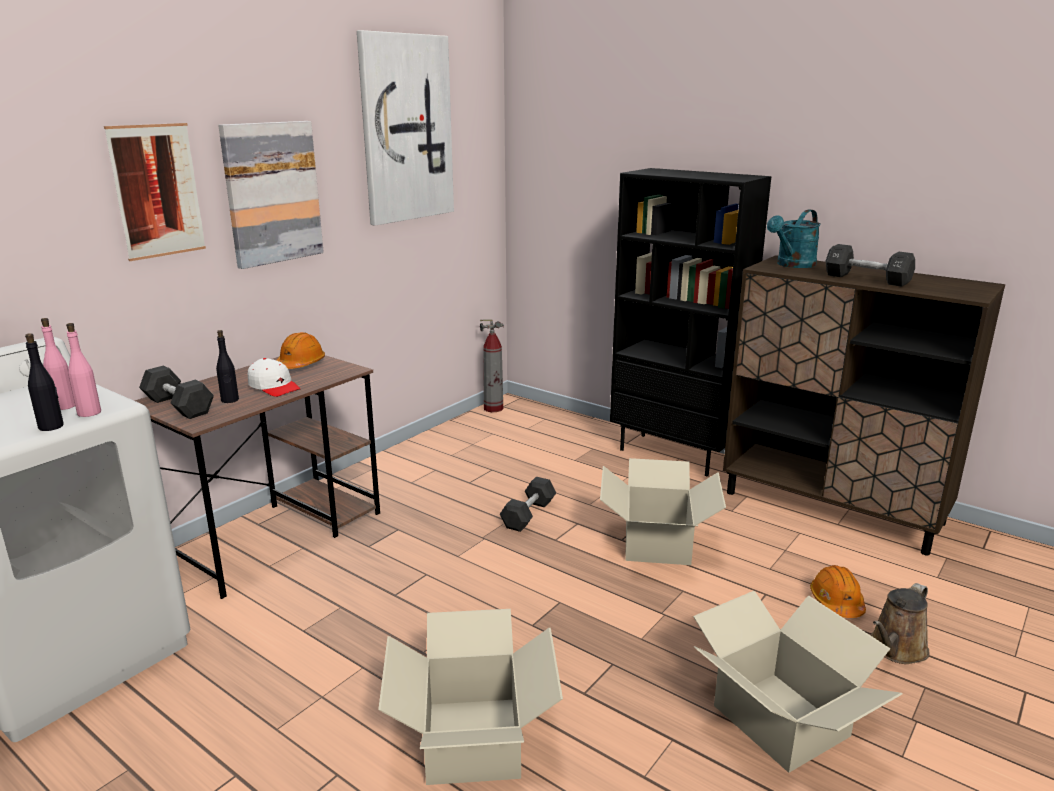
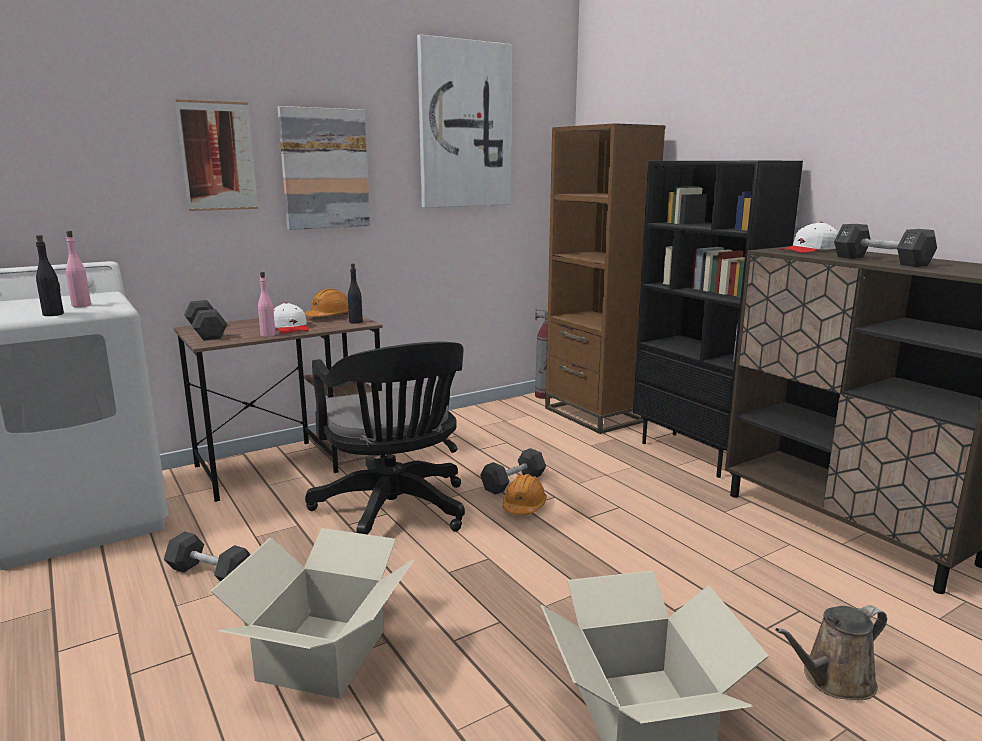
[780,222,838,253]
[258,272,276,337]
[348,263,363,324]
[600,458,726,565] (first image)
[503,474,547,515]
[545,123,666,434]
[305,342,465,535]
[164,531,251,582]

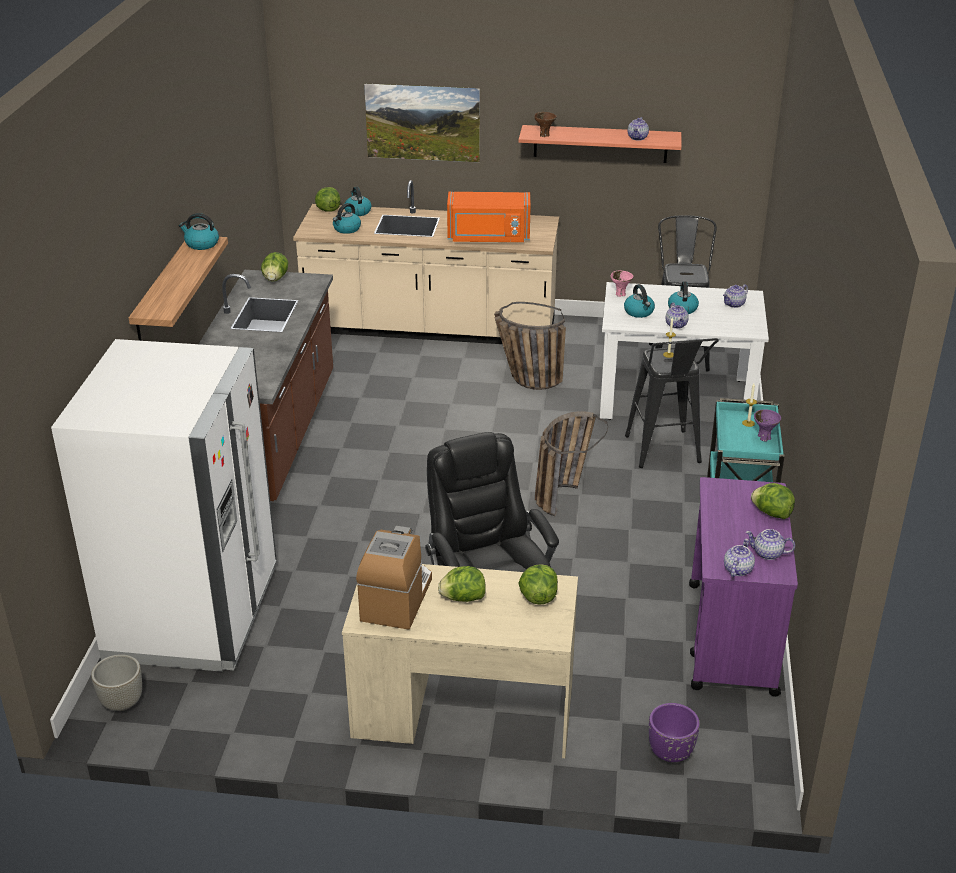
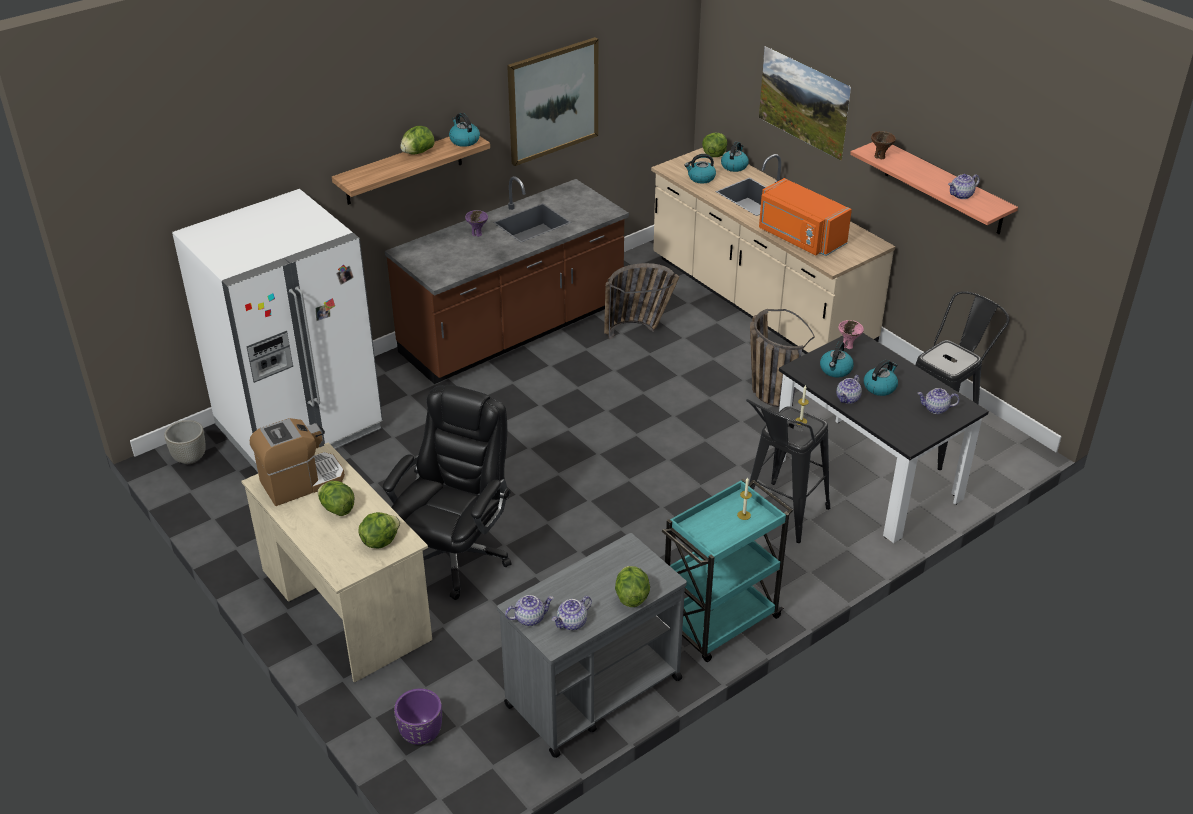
[400,126,435,155]
[779,333,989,543]
[465,210,488,237]
[604,263,679,339]
[497,533,687,758]
[552,596,592,630]
[507,37,598,166]

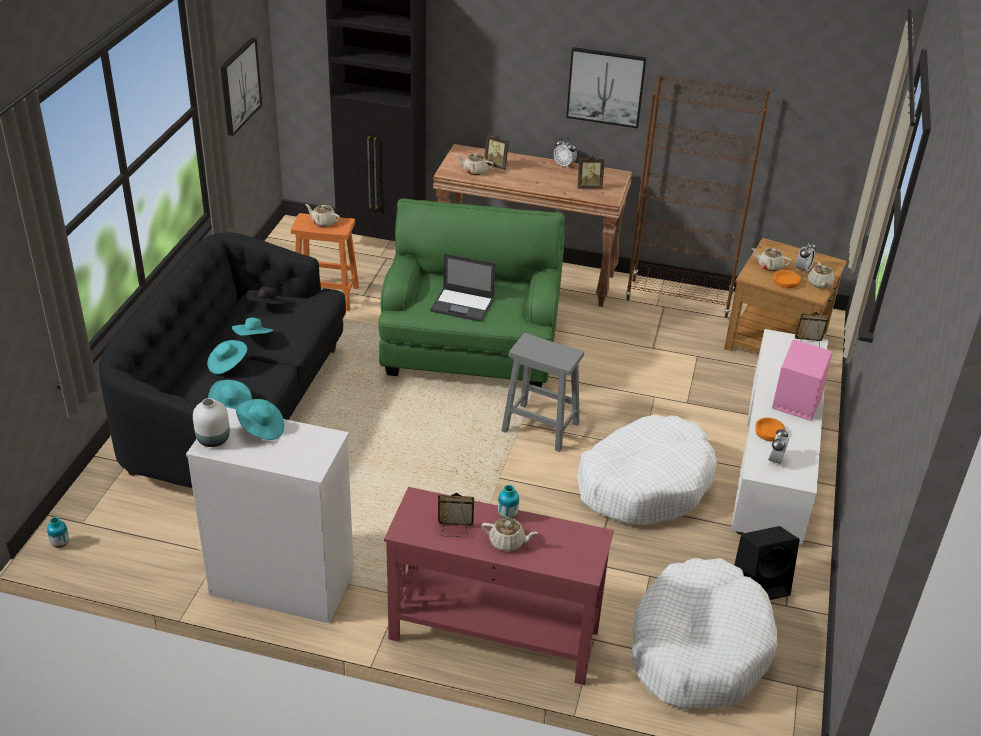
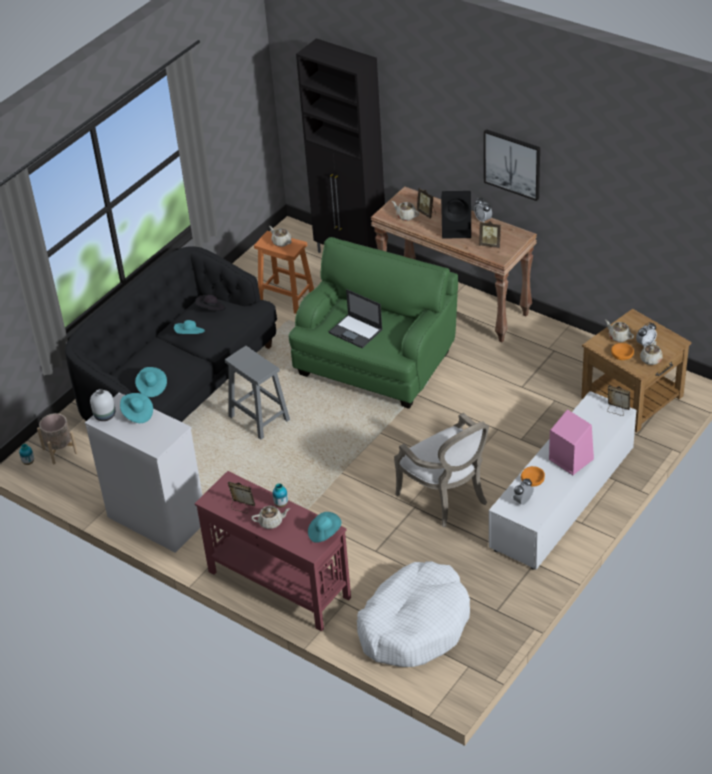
[221,38,262,136] (first image)
[625,74,771,318] (first image)
[225,346,290,440]
[308,512,342,543]
[394,413,489,527]
[251,506,290,529]
[441,191,471,238]
[37,413,78,464]

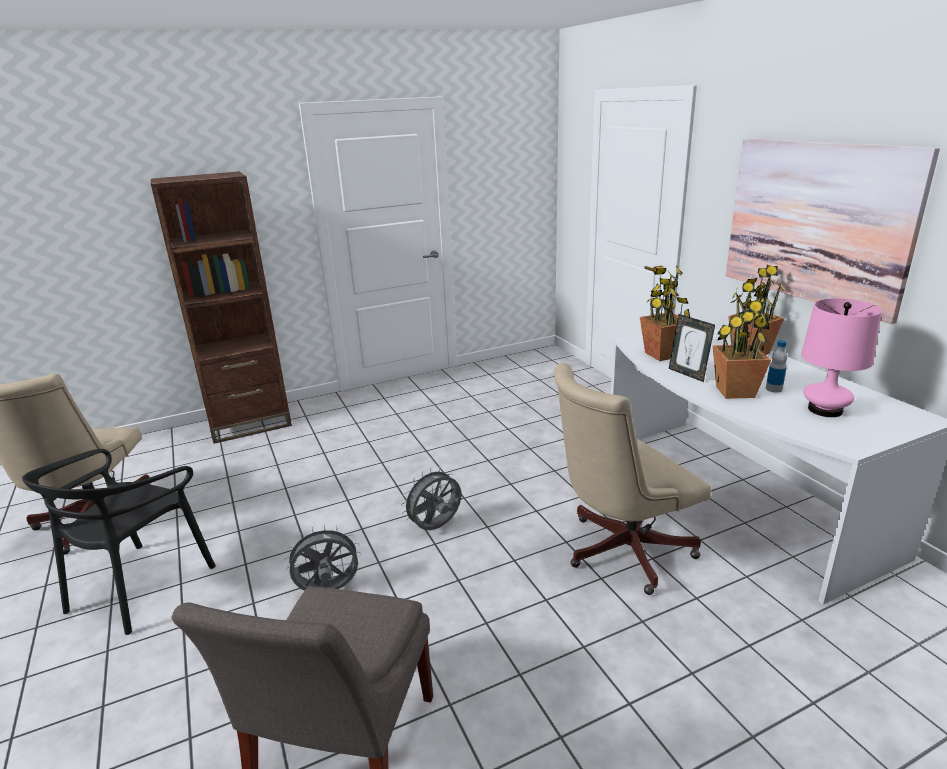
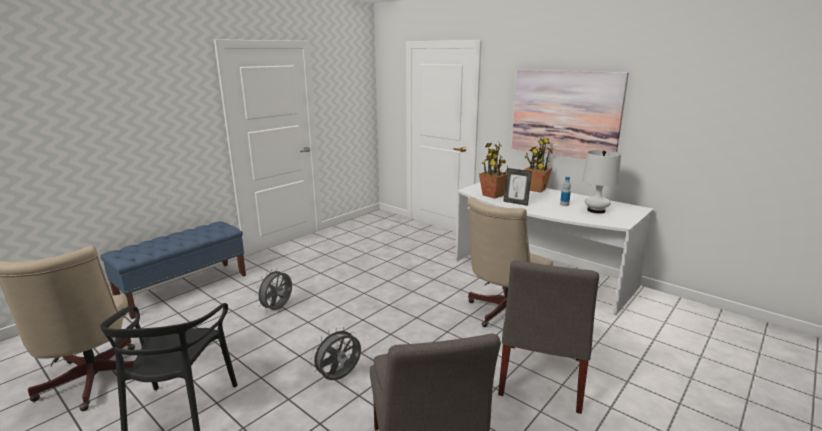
[100,221,246,319]
[713,295,771,399] (first image)
[582,150,621,214]
[255,268,292,311]
[498,260,599,414]

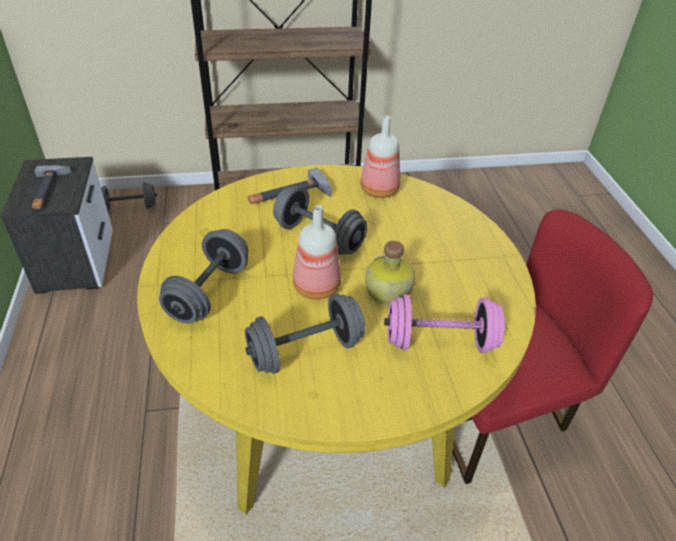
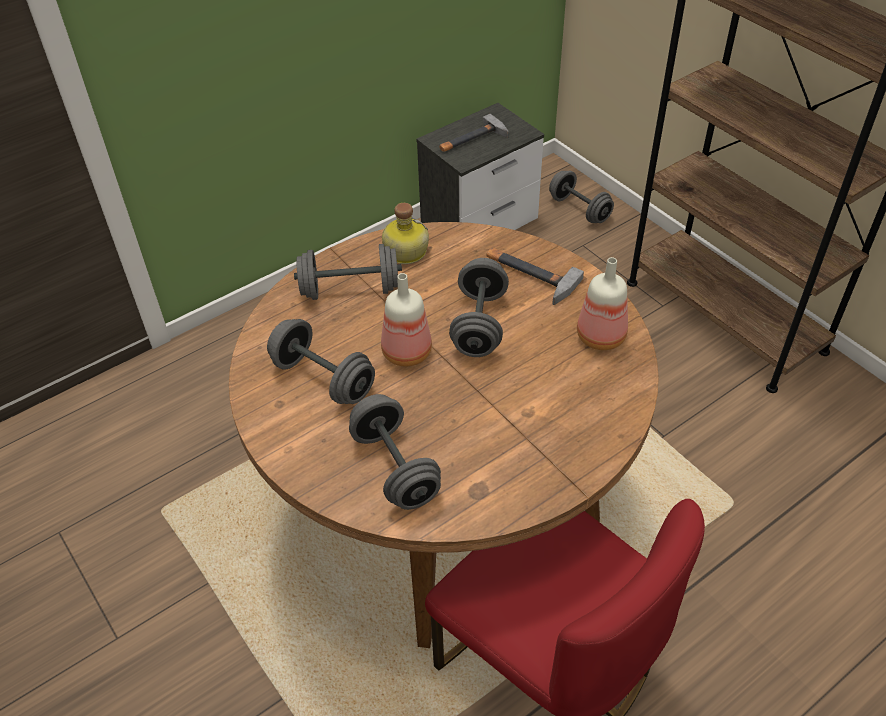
[229,222,659,648]
[382,203,429,264]
[349,394,441,510]

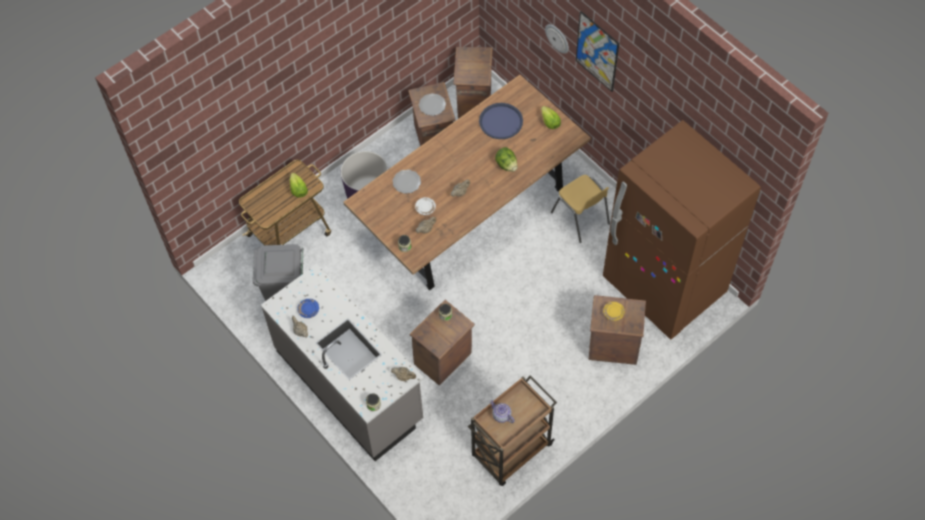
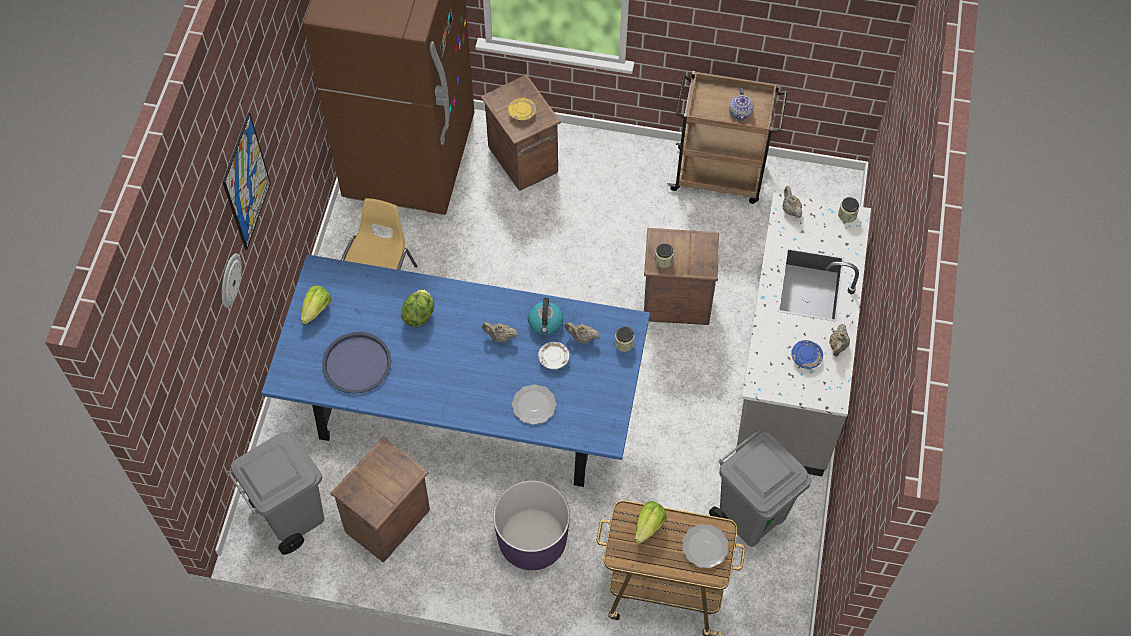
[227,432,324,555]
[261,254,650,487]
[682,524,728,568]
[528,298,564,335]

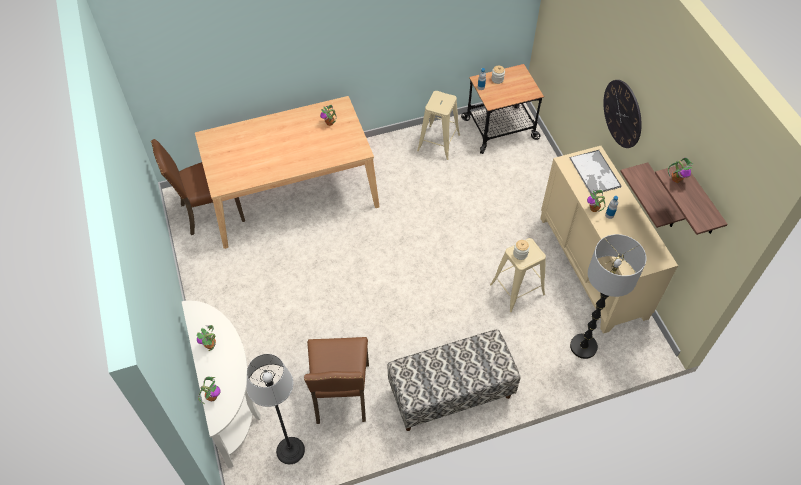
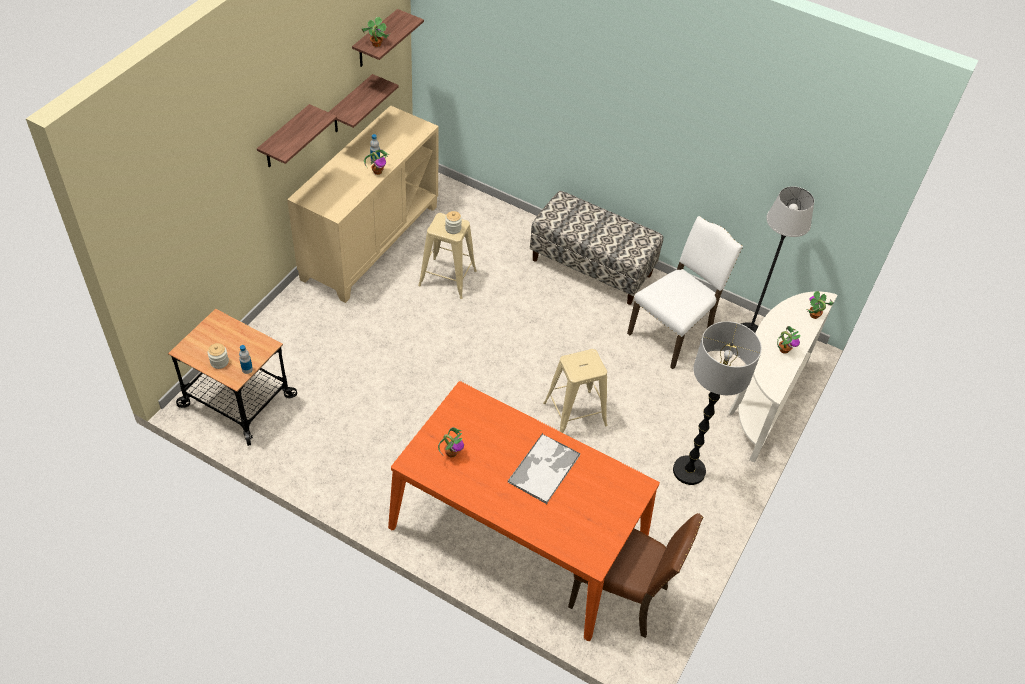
[257,104,337,167]
[543,349,607,433]
[388,381,660,641]
[507,433,581,504]
[673,321,762,485]
[627,216,743,369]

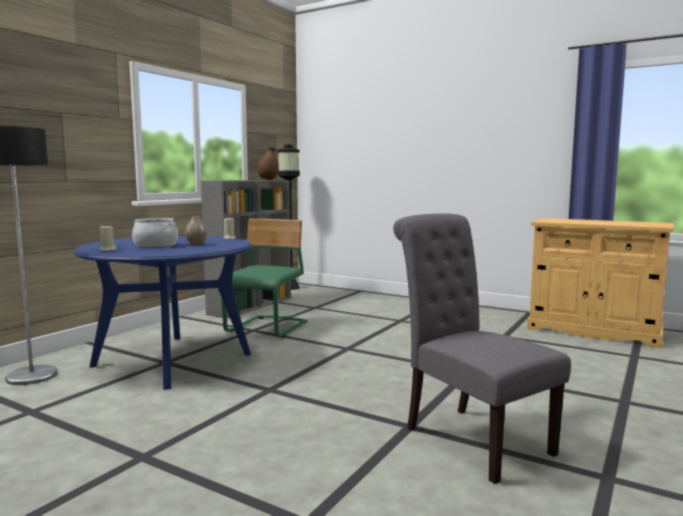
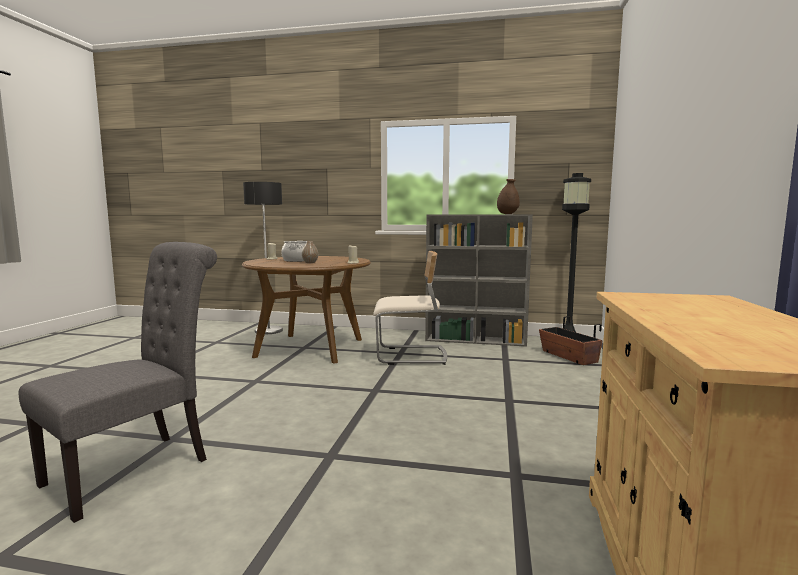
[373,251,447,365]
[242,256,371,364]
[539,316,603,365]

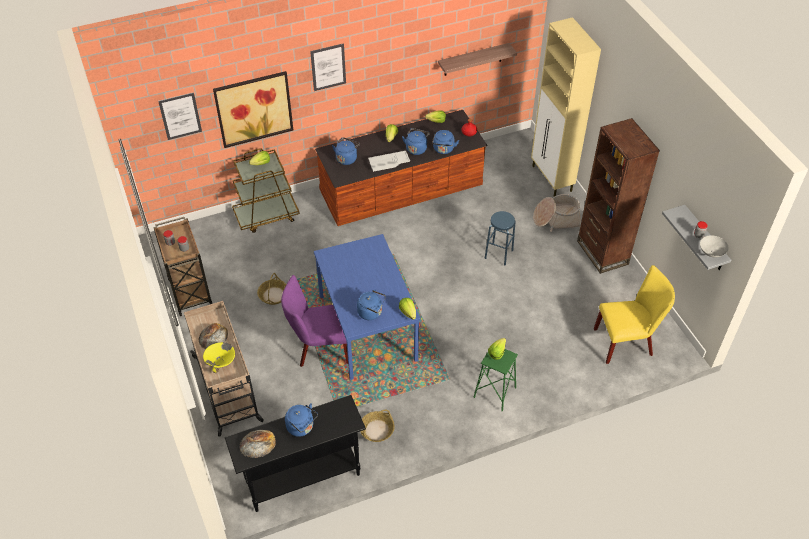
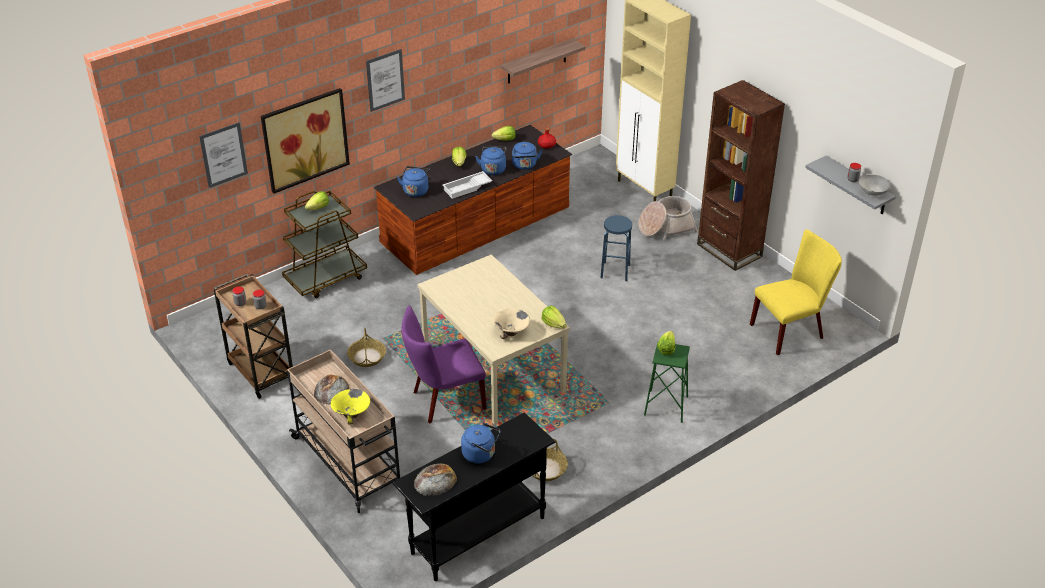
[417,254,570,425]
[493,309,530,339]

